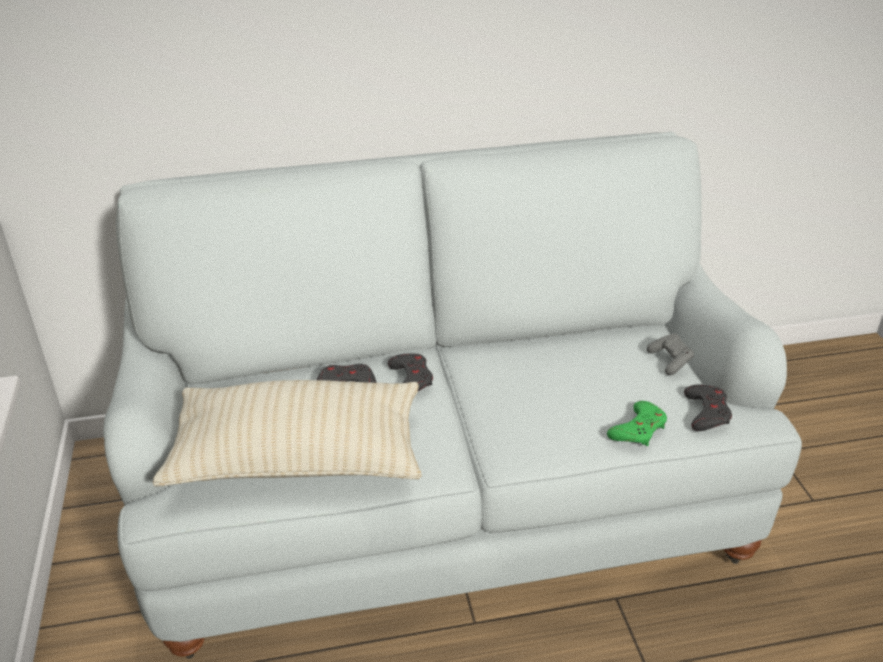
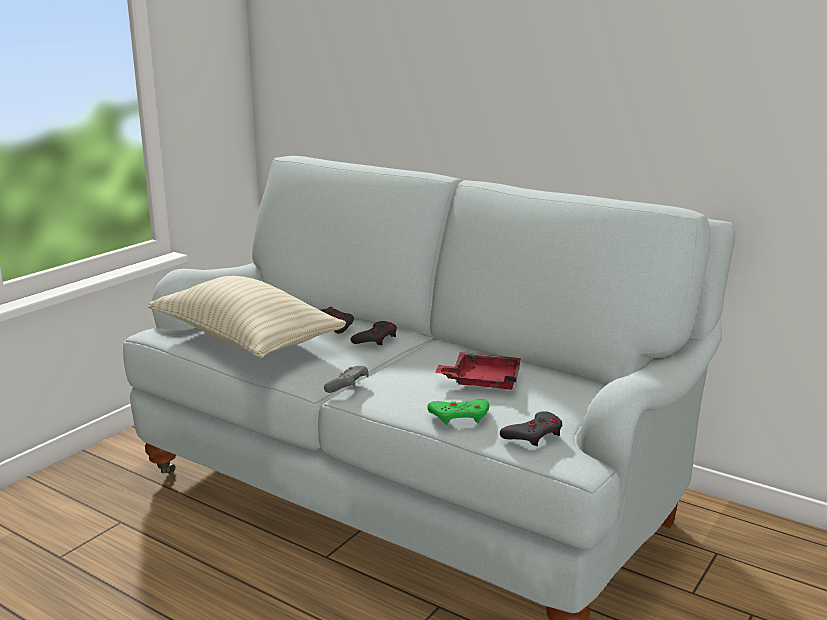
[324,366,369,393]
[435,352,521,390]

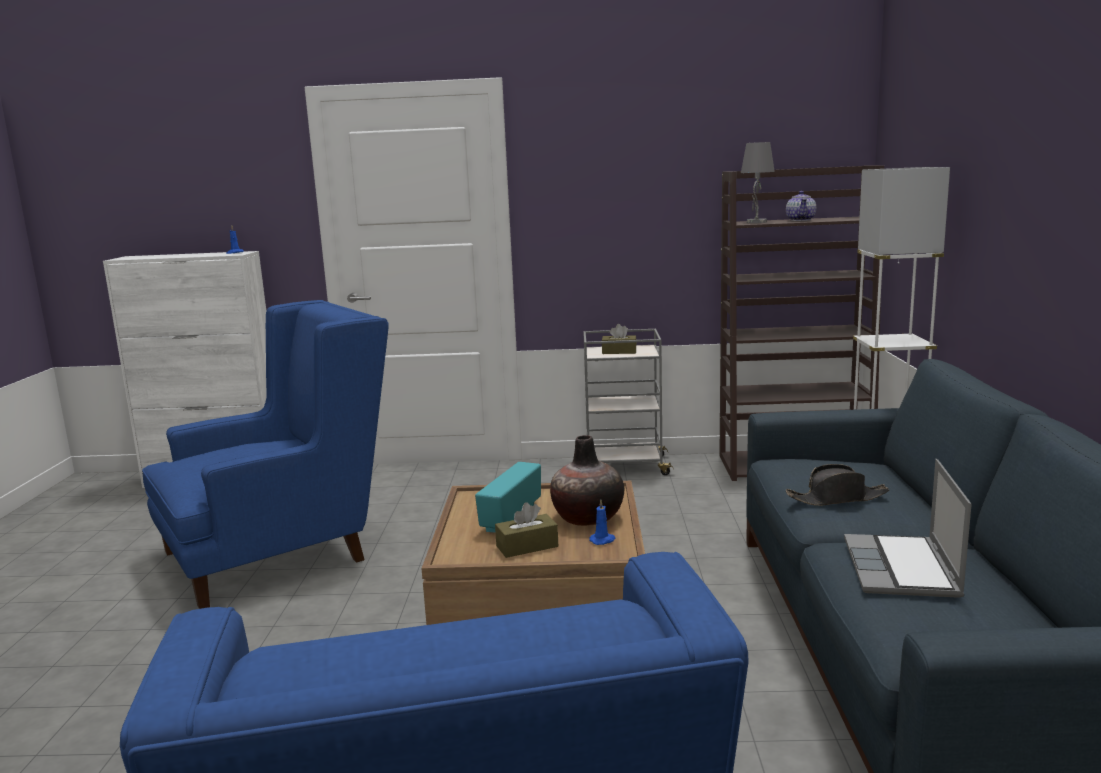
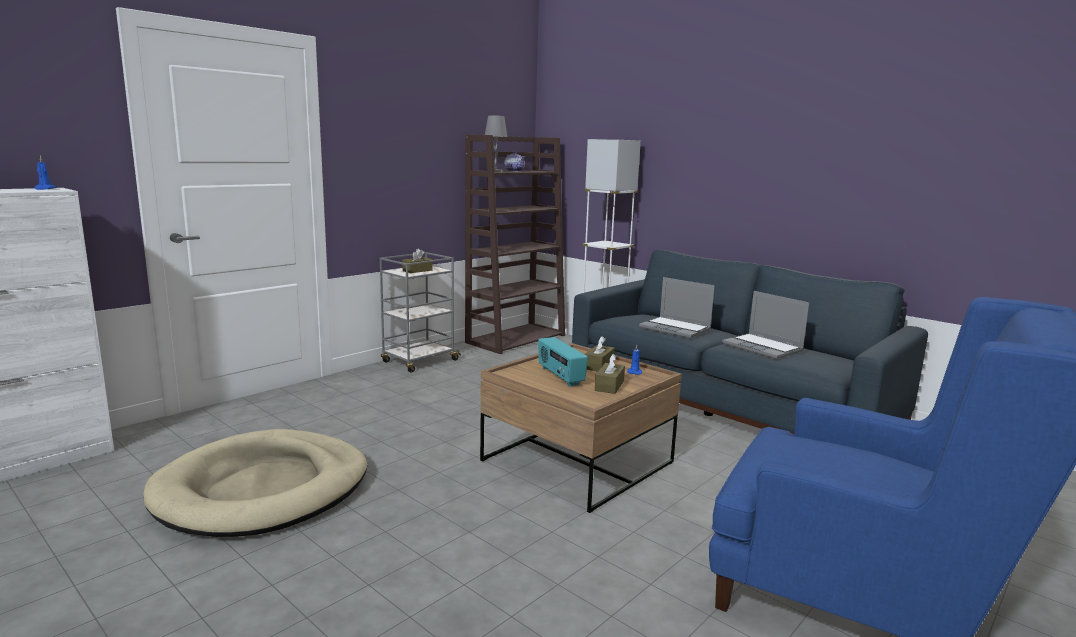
[143,429,367,537]
[584,336,615,371]
[639,277,715,339]

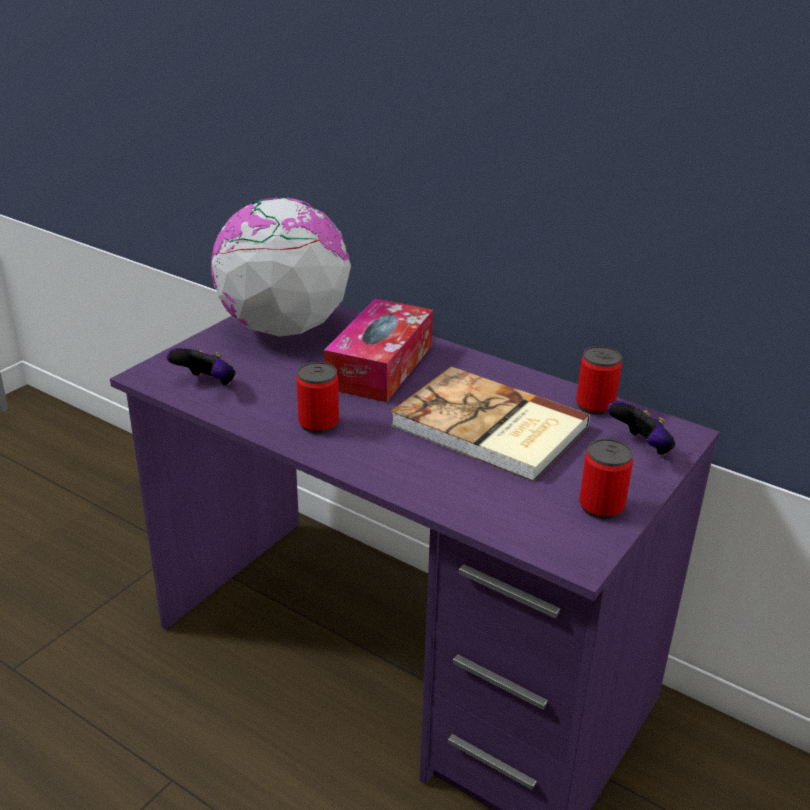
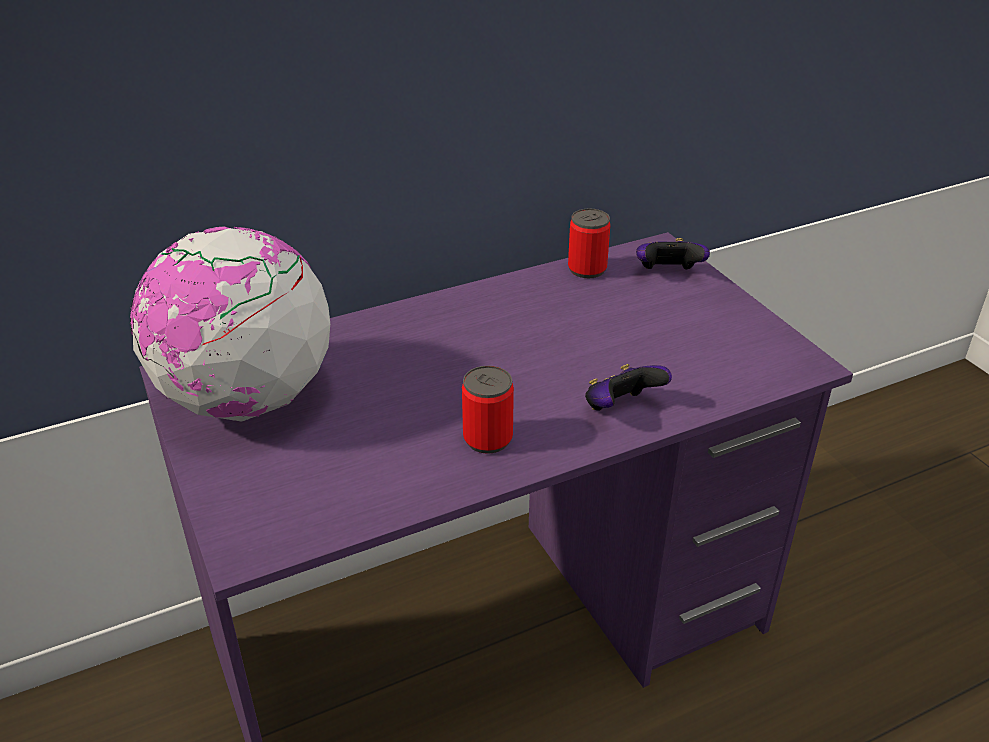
[324,299,433,402] (first image)
[585,364,672,410]
[391,366,590,482] (first image)
[579,439,633,519] (first image)

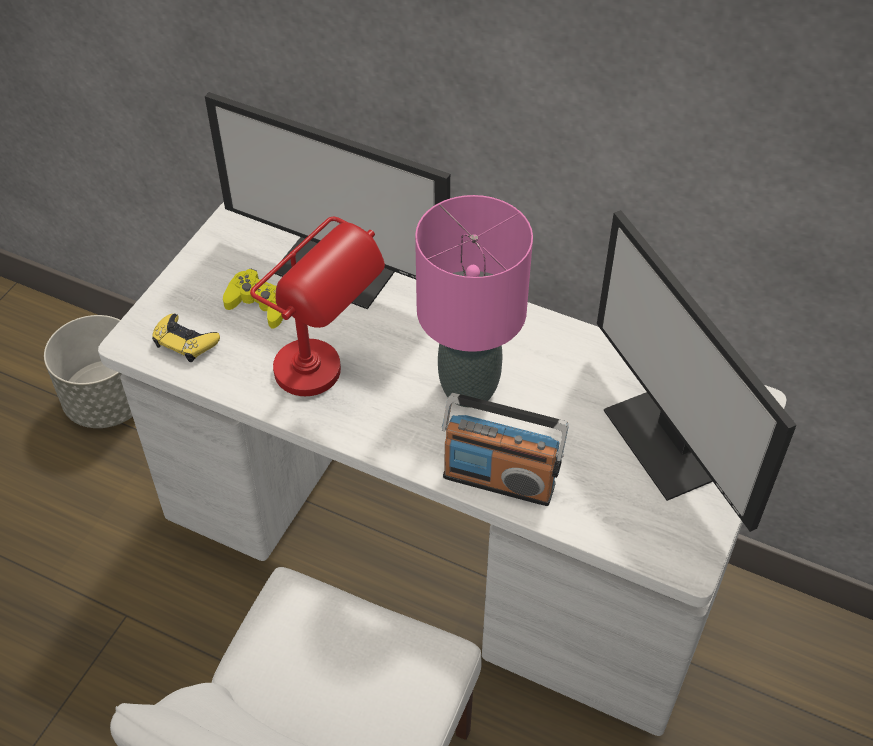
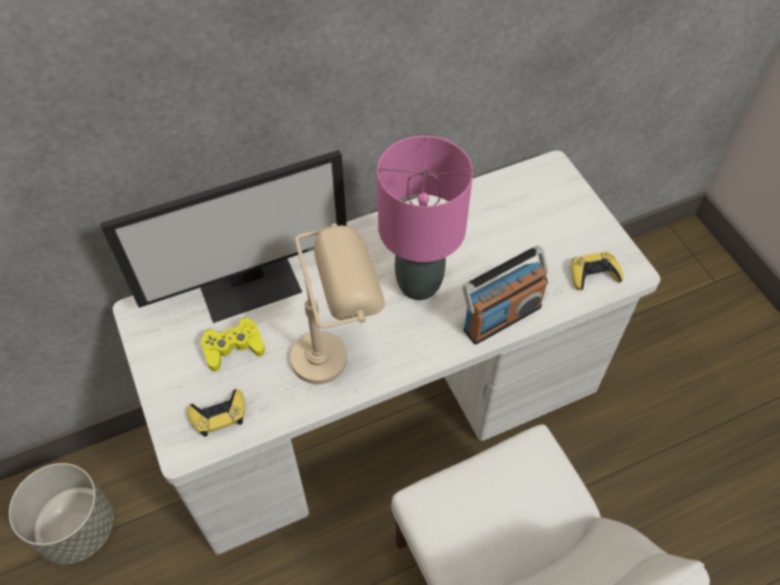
[597,210,797,532] (first image)
[290,224,385,384]
[571,252,624,290]

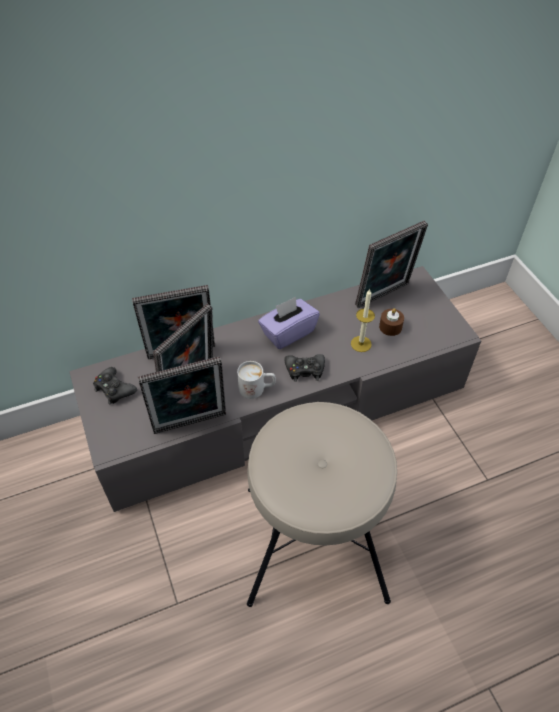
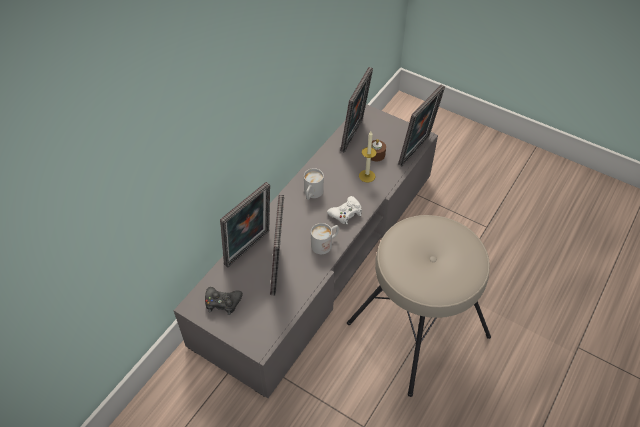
[304,168,324,200]
[327,196,362,225]
[398,85,445,166]

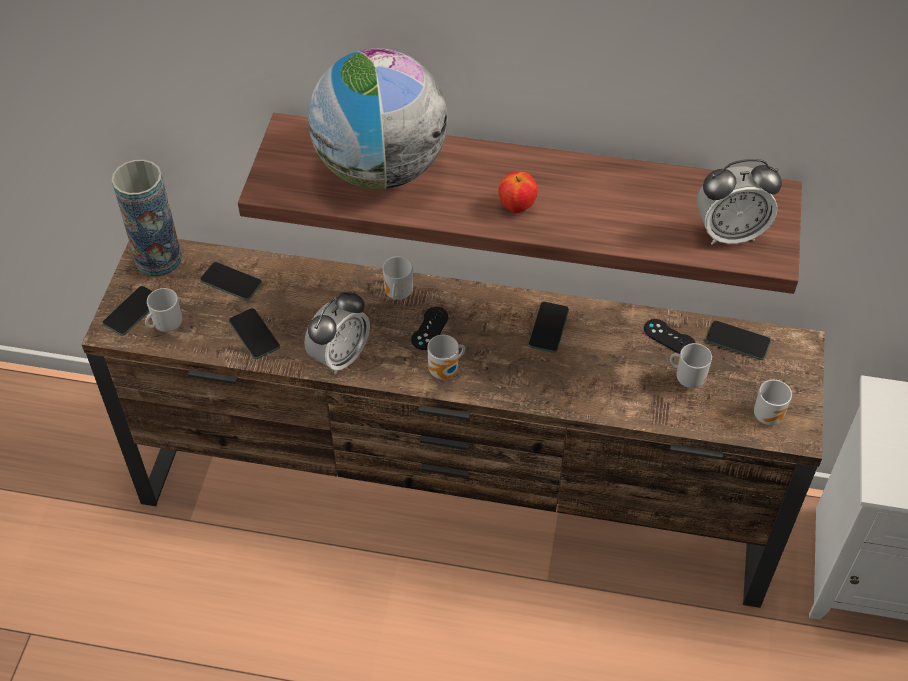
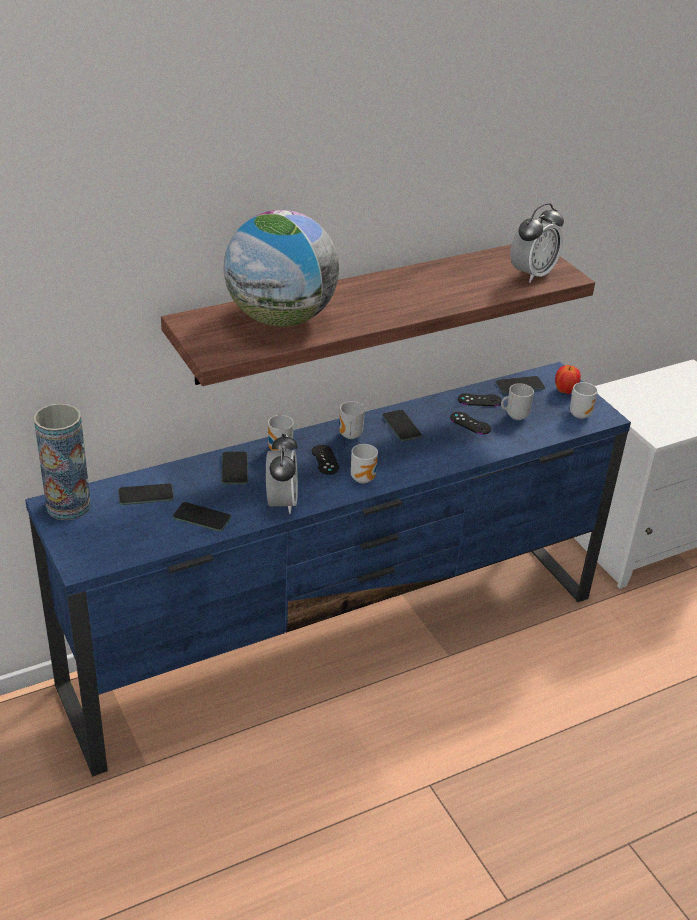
[555,365,581,394]
[25,362,631,777]
[222,452,248,485]
[339,401,365,439]
[450,412,491,434]

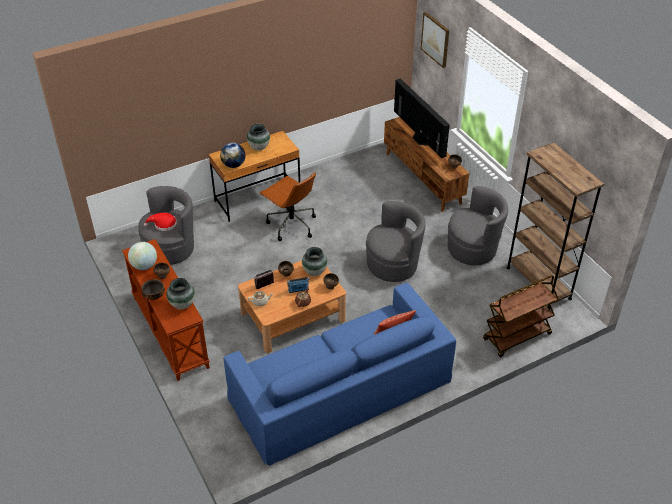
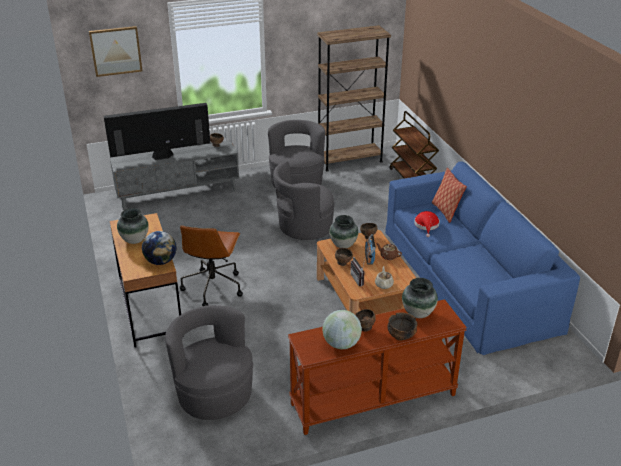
[110,140,239,210]
[180,226,243,306]
[273,161,335,240]
[414,211,440,237]

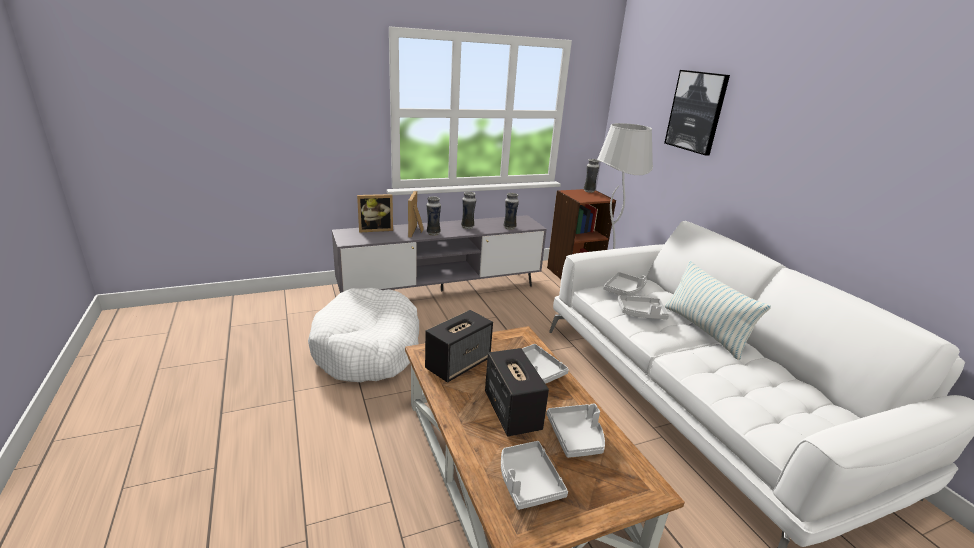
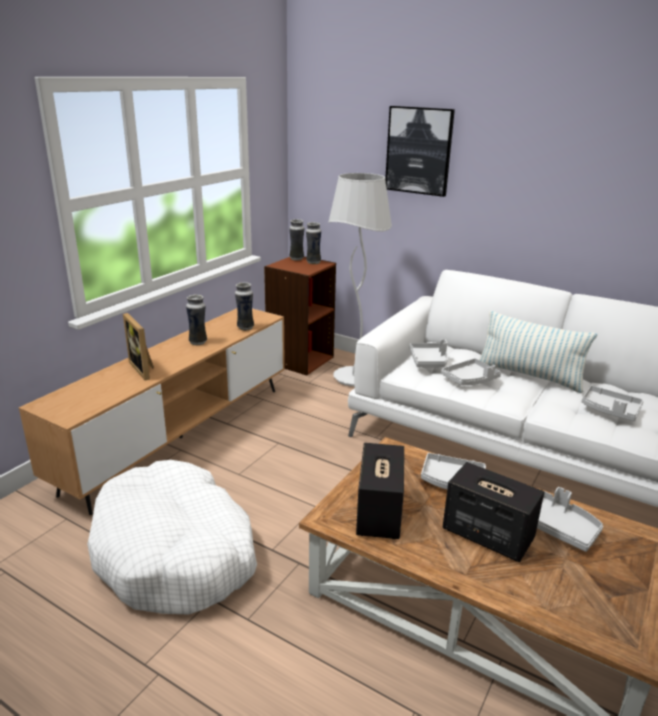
[357,194,393,233] (first image)
[306,222,321,264]
[19,308,285,515]
[582,385,643,421]

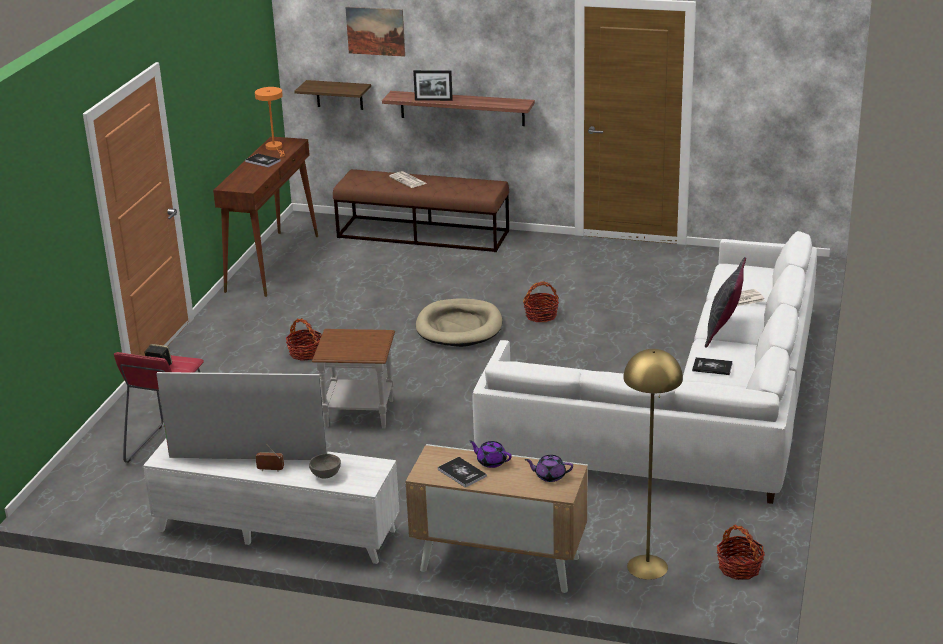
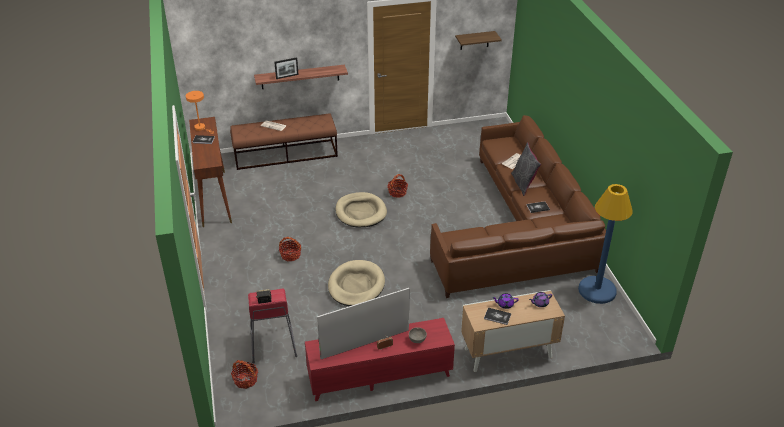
[345,7,405,57] (first image)
[455,31,502,50]
[430,115,606,298]
[328,260,385,306]
[623,349,683,580] (first image)
[305,318,455,401]
[231,360,258,389]
[578,184,633,304]

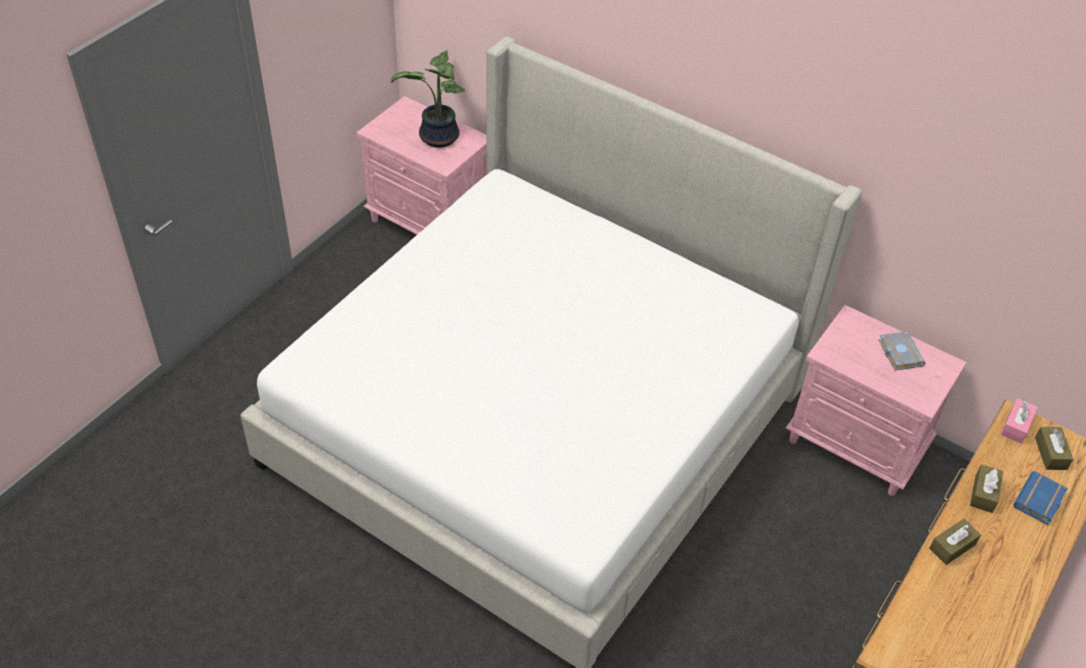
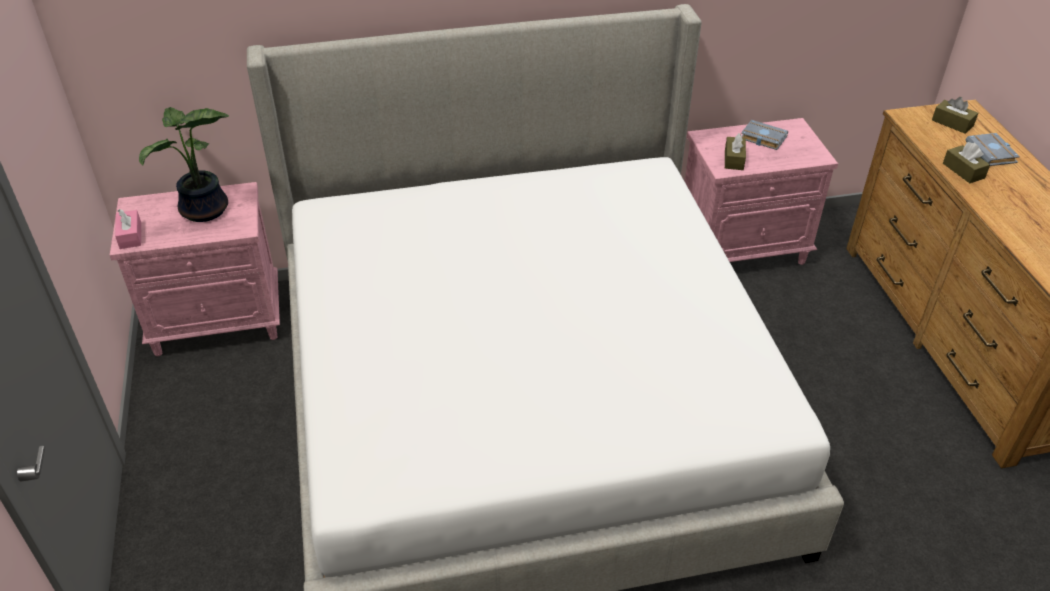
[115,209,141,249]
[966,133,1020,166]
[725,133,746,170]

